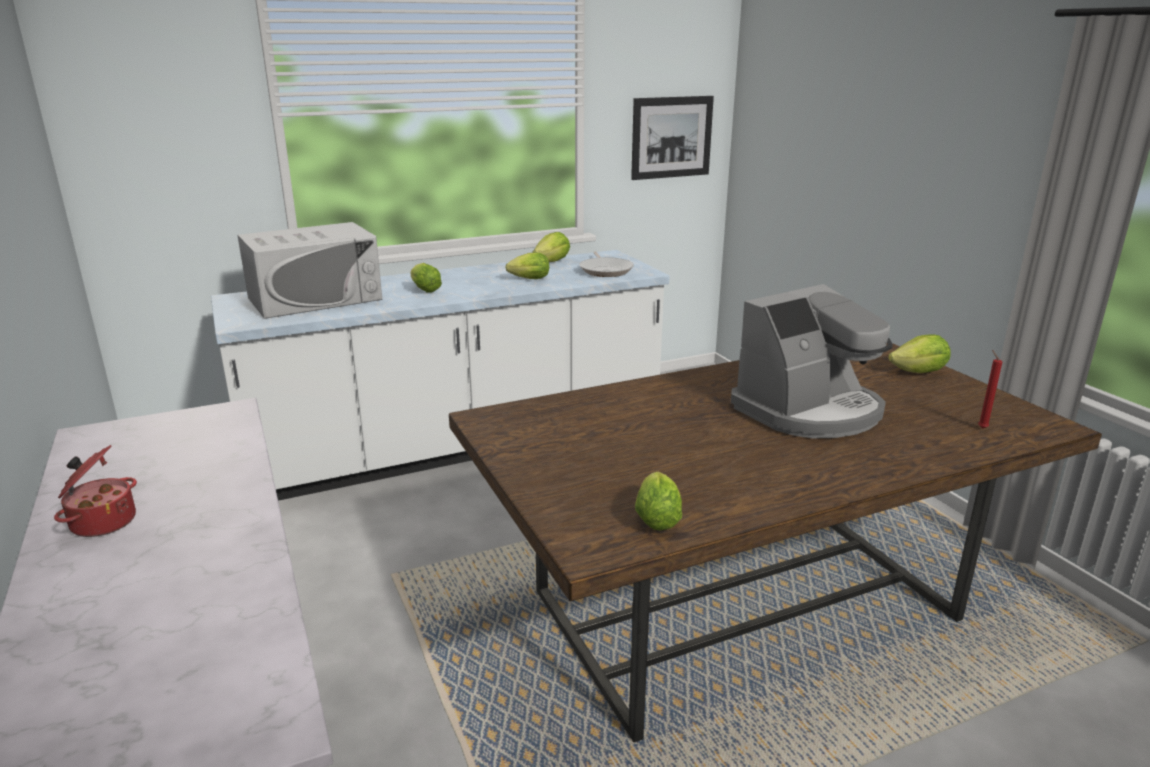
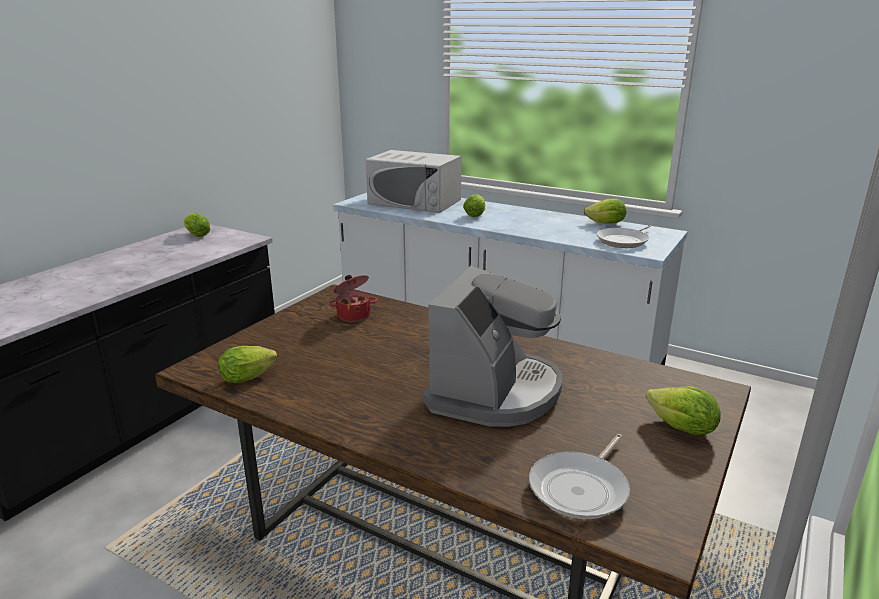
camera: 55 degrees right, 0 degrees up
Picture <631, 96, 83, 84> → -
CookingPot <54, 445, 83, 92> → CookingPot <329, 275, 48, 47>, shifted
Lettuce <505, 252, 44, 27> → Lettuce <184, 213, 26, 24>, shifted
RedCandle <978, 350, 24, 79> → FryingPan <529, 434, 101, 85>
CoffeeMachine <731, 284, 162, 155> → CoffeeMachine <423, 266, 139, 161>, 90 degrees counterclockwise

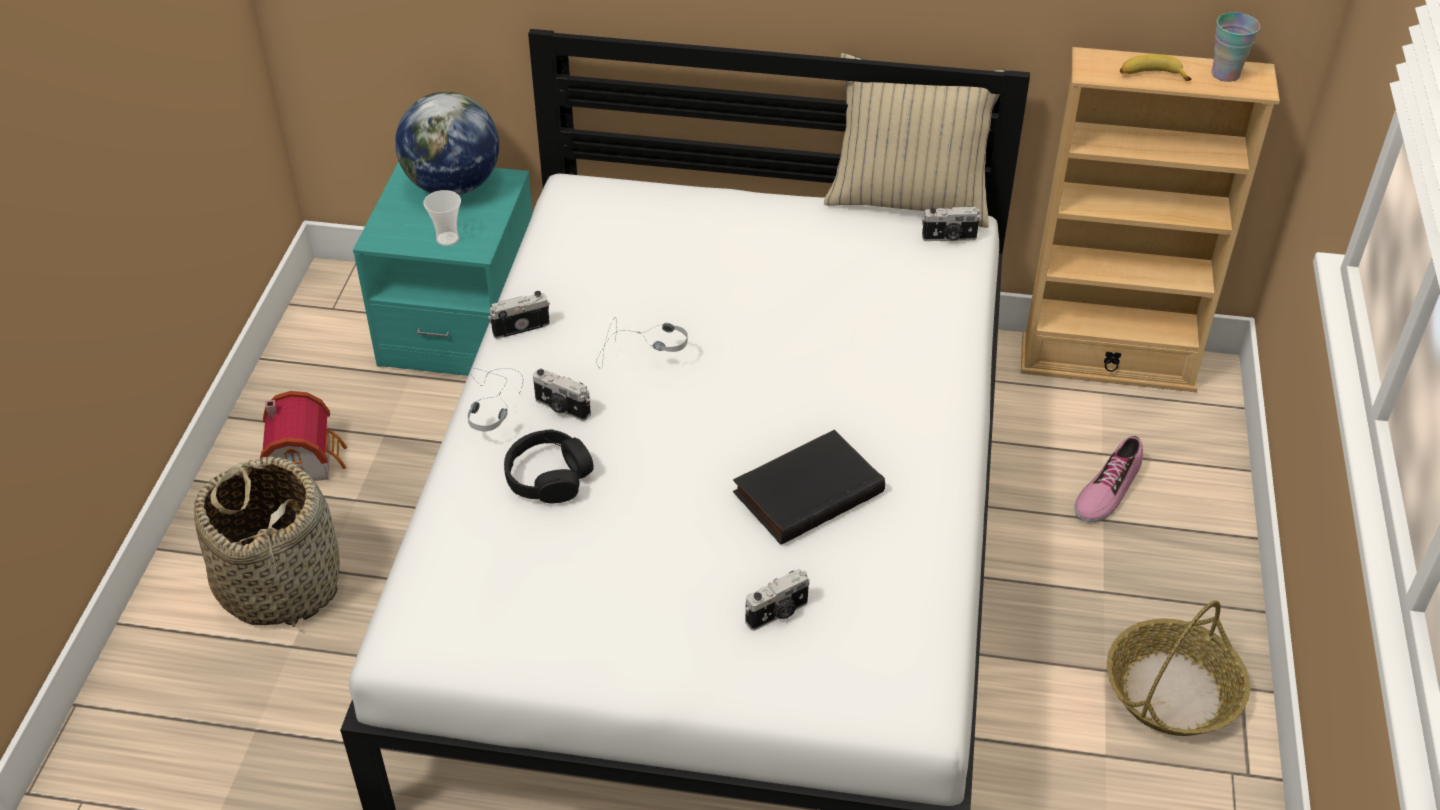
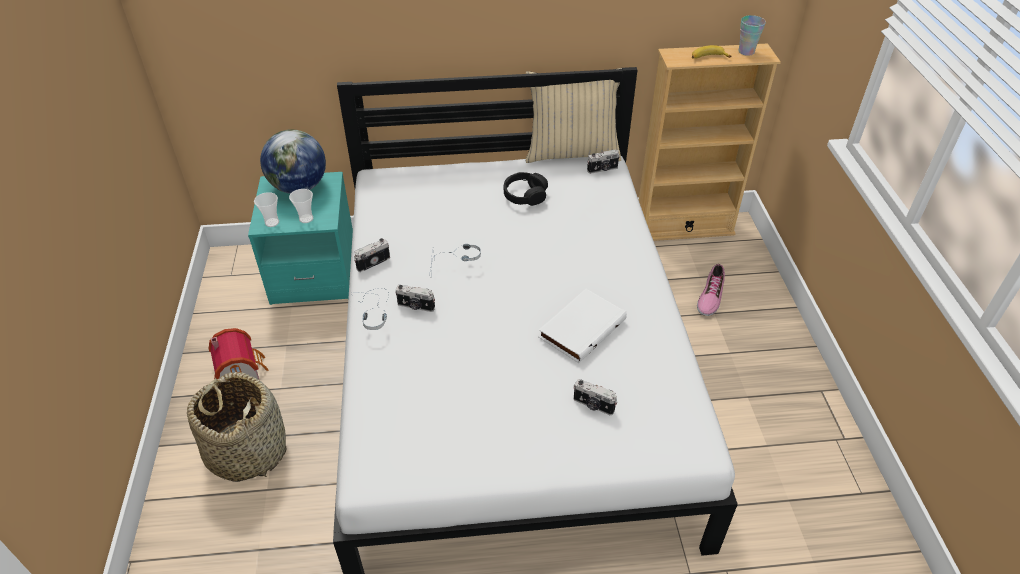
camera: 15 degrees left, 0 degrees up
Basket <1107, 600, 143, 136> → -
- → Cup <254, 192, 25, 35>
BlackHeadphones <504, 430, 90, 74> → BlackHeadphones <503, 172, 45, 34>, shifted
BlackBook <733, 430, 152, 115> → WhiteBook <538, 289, 89, 74>
PhotoCamera <745, 569, 65, 62> → PhotoCamera <574, 379, 43, 36>, 75 degrees clockwise

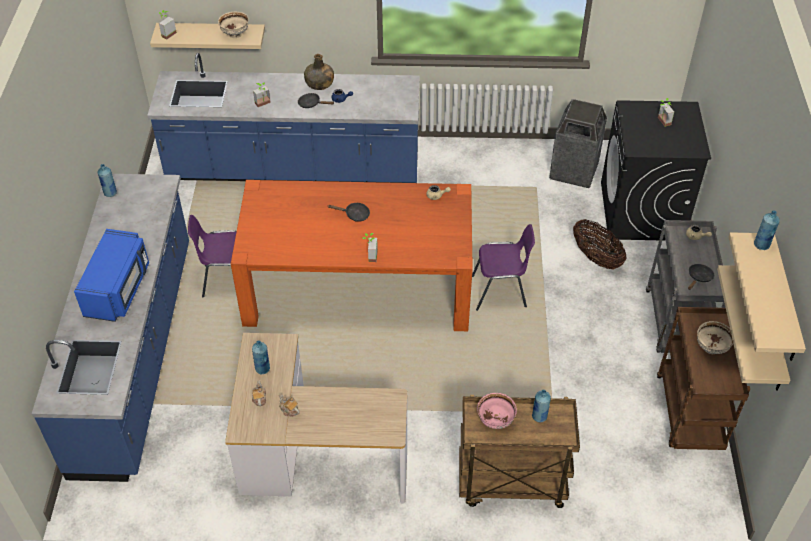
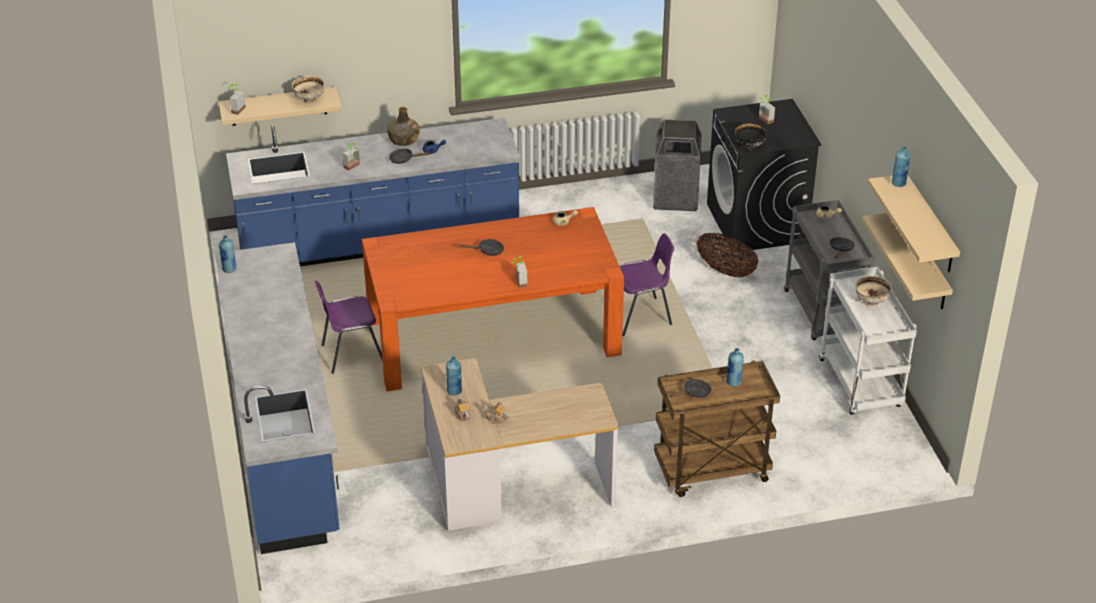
camera: 15 degrees left, 10 degrees down
BlueMicrowave <74, 229, 75, 93> → -
- → BlackBowl <734, 123, 34, 28>
PinkBowl <477, 393, 40, 36> → BlackFryingPan <670, 379, 42, 19>
BrownCart <657, 307, 93, 143> → WhiteCart <819, 267, 98, 147>

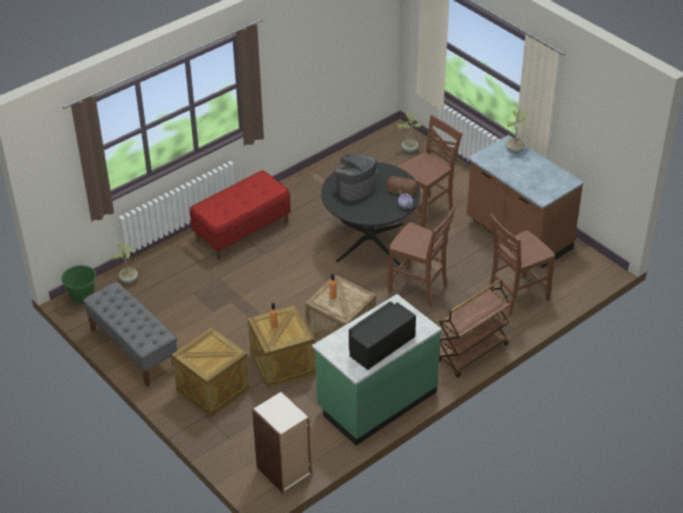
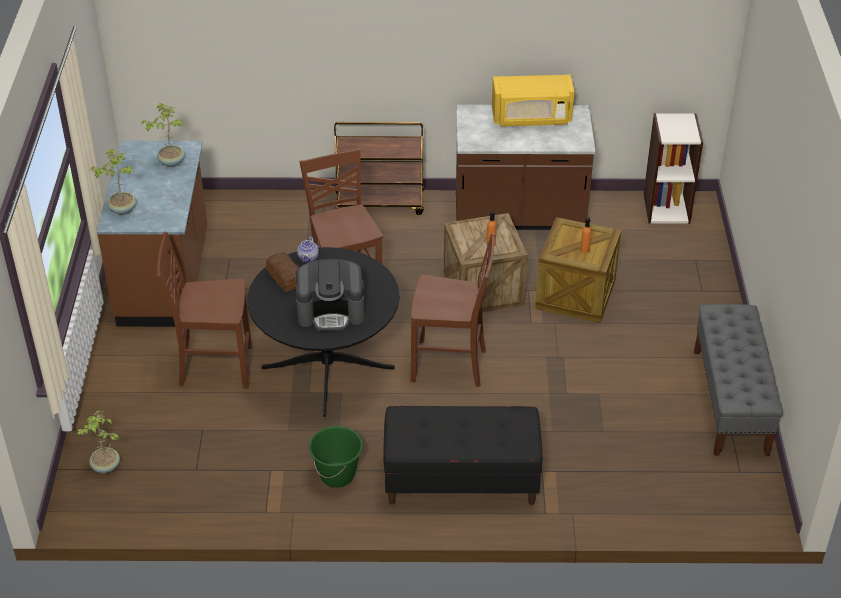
camera: 140 degrees left, 0 degrees up
Crate <172, 327, 78, 91> → -
GreenBucket <61, 265, 36, 40> → GreenBucket <309, 426, 54, 62>, shifted
PottedPlant <113, 241, 25, 42> → PottedPlant <142, 103, 43, 64>, shifted
BrownChair <489, 214, 66, 102> → BrownChair <411, 233, 84, 154>, shifted
RedBench <190, 170, 101, 90> → BlackBench <383, 406, 159, 99>
GreenCounter <312, 294, 130, 151> → BrownCounter <456, 105, 140, 125>
BlackMicrowave <349, 301, 67, 69> → YellowMicrowave <492, 74, 83, 53>

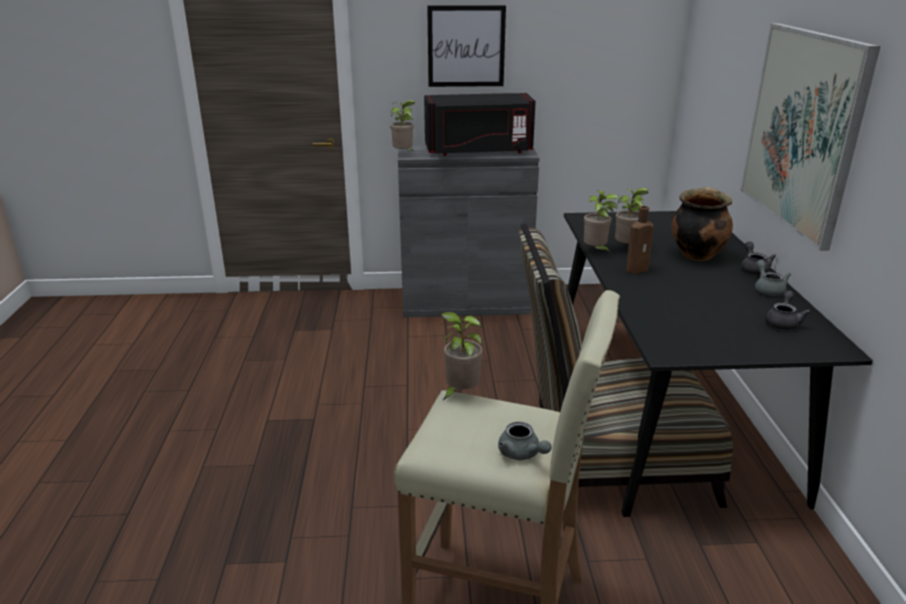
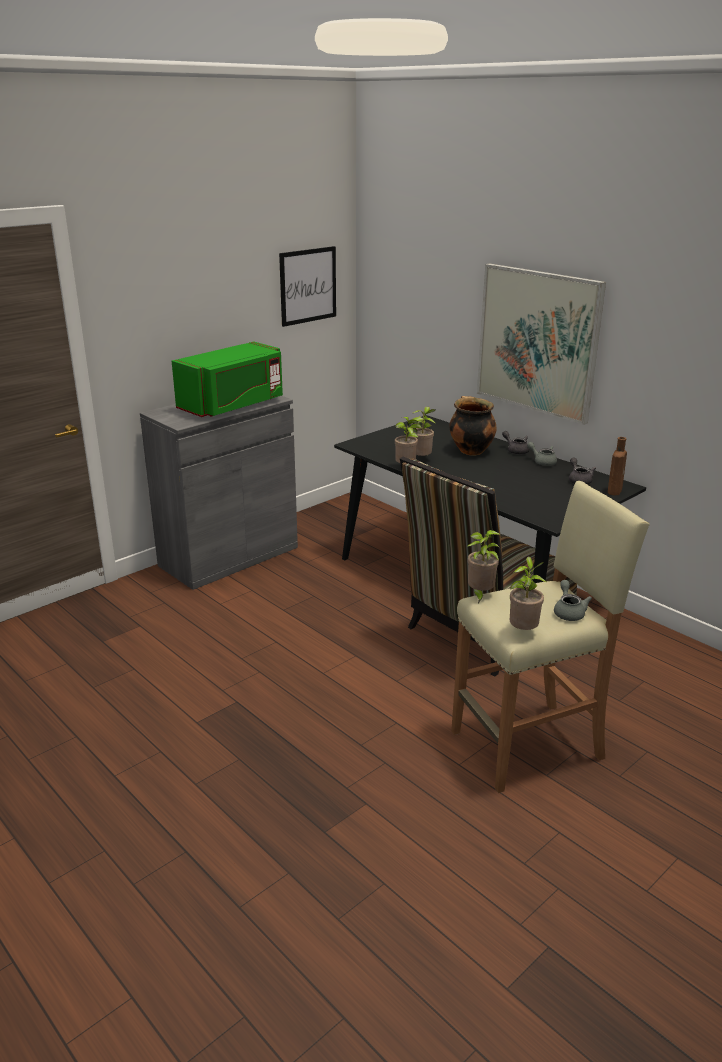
camera: 40 degrees left, 0 degrees up
PottedPlant <391, 100, 24, 50> → PottedPlant <510, 557, 36, 73>, shifted
Picture <427, 5, 79, 82> → Picture <279, 246, 57, 81>, shifted
BrownBottle <626, 206, 28, 68> → BrownBottle <608, 437, 19, 59>, shifted
BlackMicrowave <424, 93, 112, 63> → GreenMicrowave <172, 341, 111, 76>
GreyTeapot <498, 422, 54, 38> → GreyTeapot <554, 580, 38, 41>, 105 degrees counterclockwise

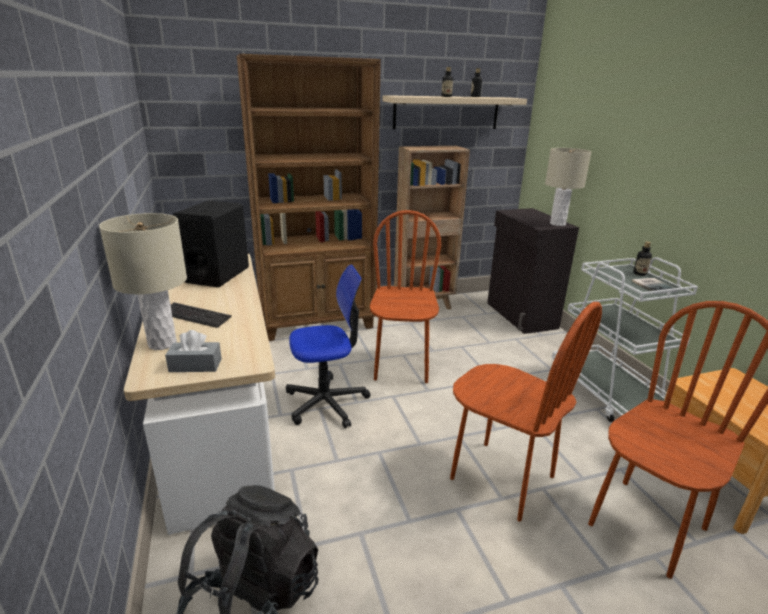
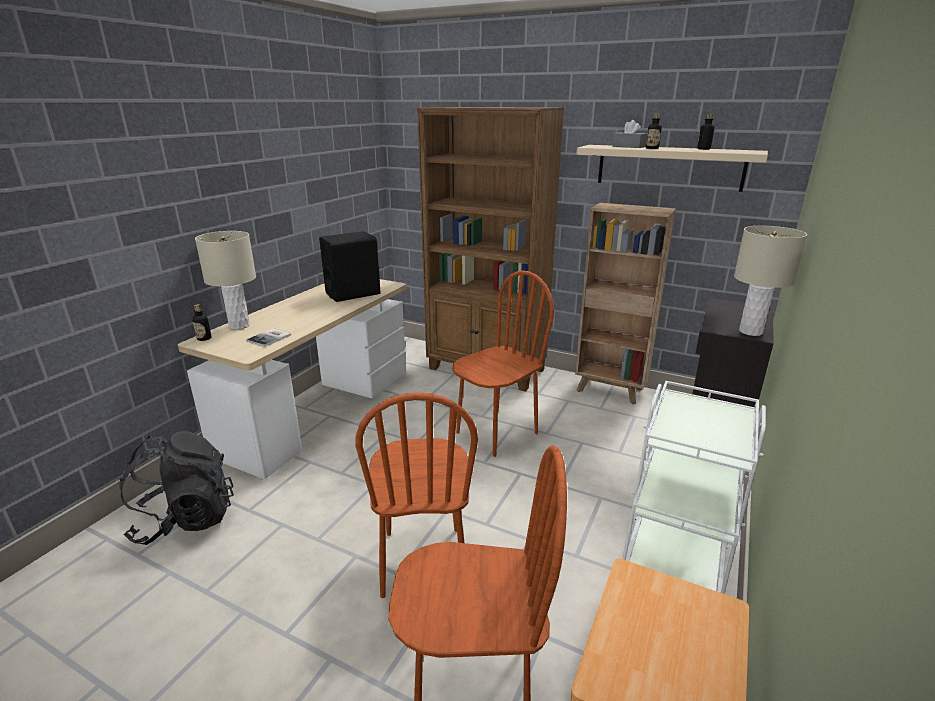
camera: 45 degrees right, 0 degrees up
Keyboard <171, 302, 61, 26> → -
OfficeChair <286, 264, 85, 164> → -
GreyTissueBox <165, 330, 57, 42> → GreyTissueBox <612, 120, 35, 28>, shifted
Book <632, 278, 46, 16> → Book <246, 328, 45, 19>, shifted
Bottle <633, 242, 19, 34> → Bottle <192, 304, 19, 37>, shifted

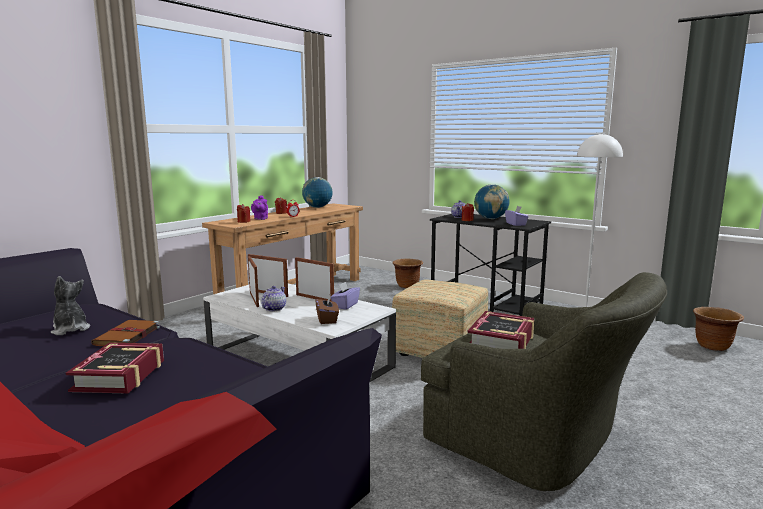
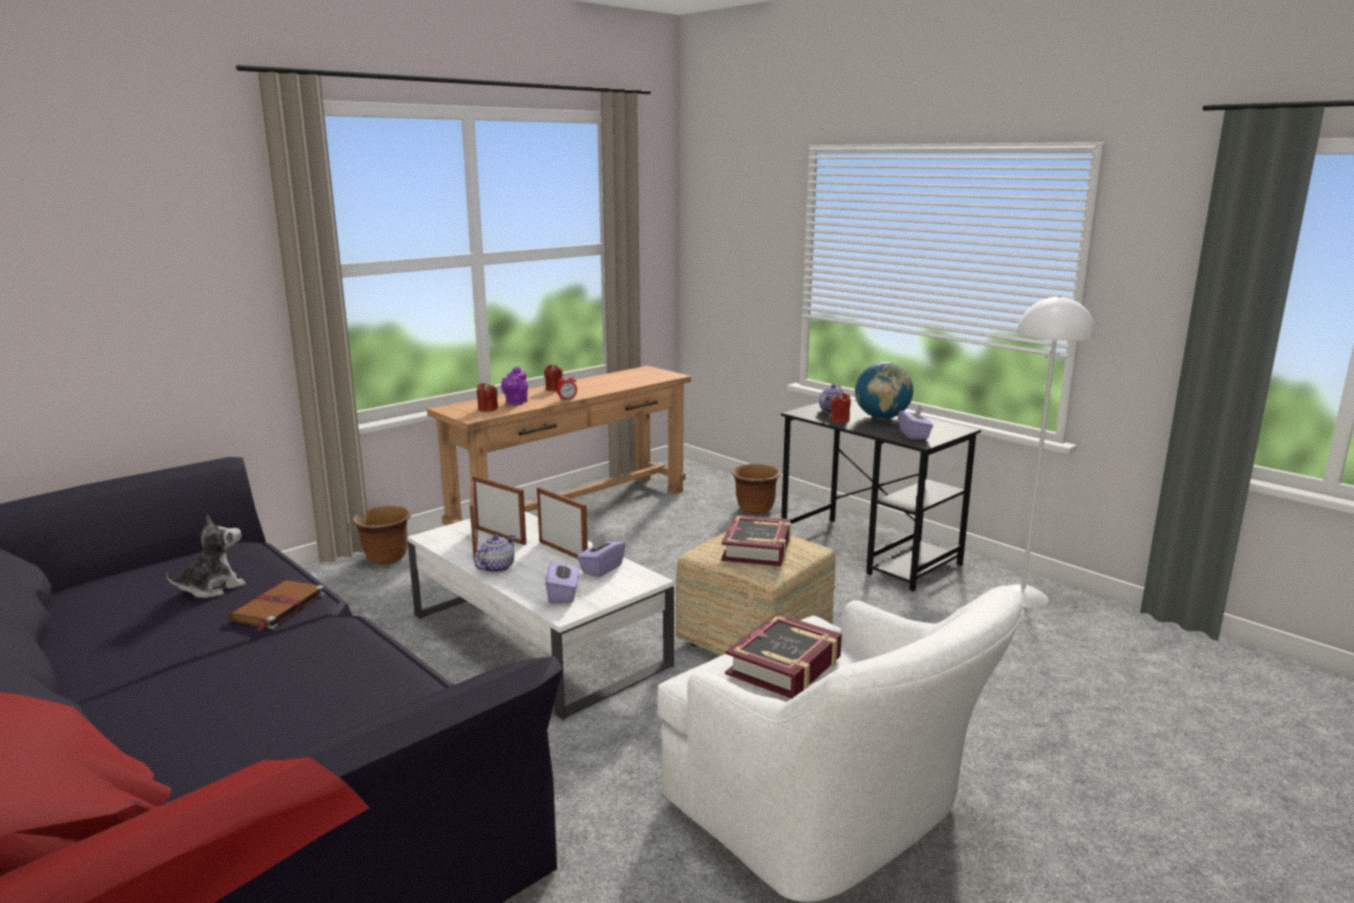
camera: 10 degrees right, 5 degrees up
Globe <302, 177, 31, 31> → -
Book <65, 343, 99, 51> → Book <721, 515, 70, 51>, shifted
BrownPlanter <693, 307, 51, 44> → BrownPlanter <352, 505, 59, 59>, shifted
BrownTissueBox <316, 295, 23, 29> → PurpleTissueBox <545, 559, 34, 44>
GreenArmchair <421, 272, 246, 219> → WhiteArmchair <657, 586, 367, 316>
PlushToy <51, 276, 39, 59> → PlushToy <166, 515, 80, 83>, 75 degrees clockwise

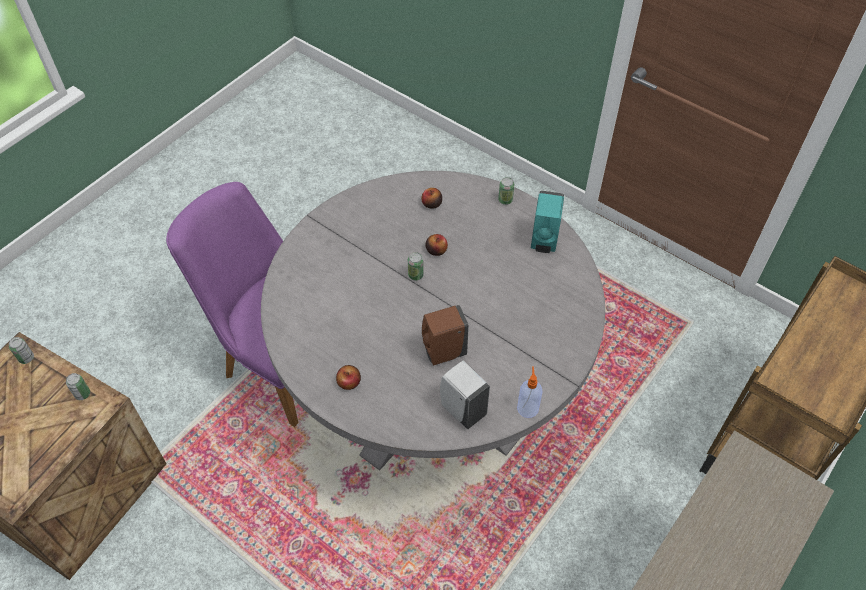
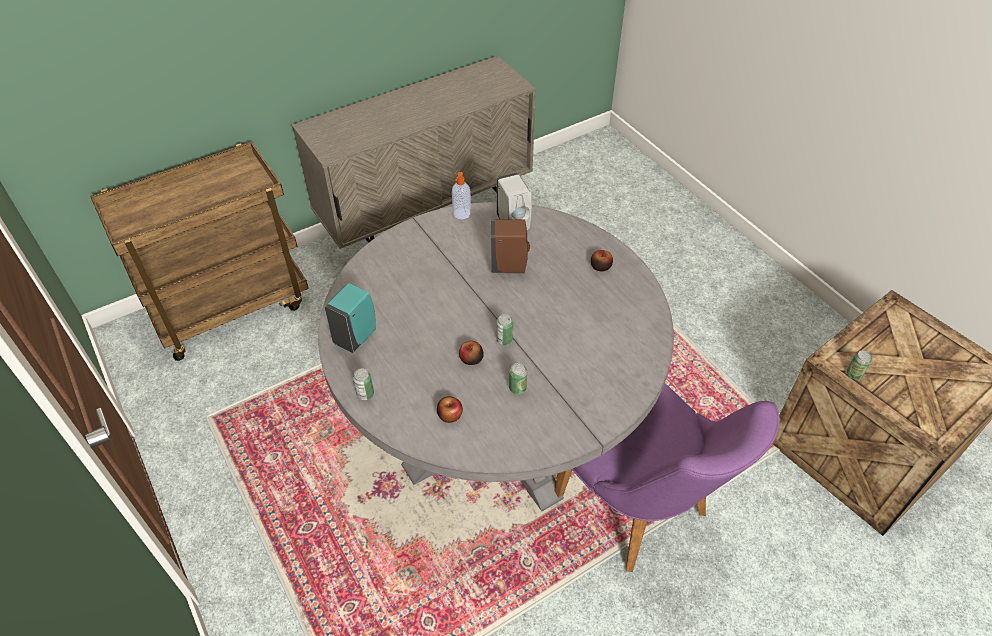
camera: 160 degrees left, 5 degrees down
Can <9, 337, 25, 27> → Can <509, 363, 18, 31>, shifted

